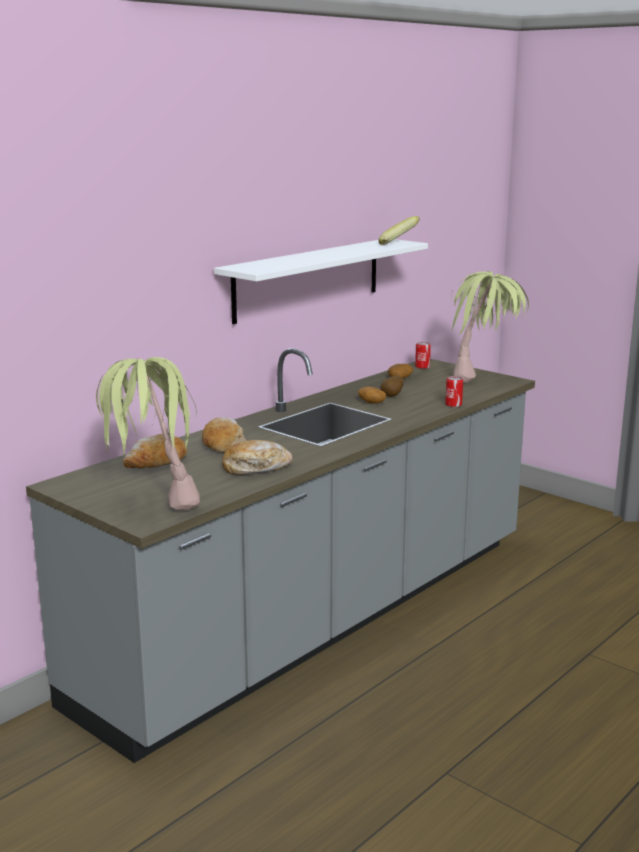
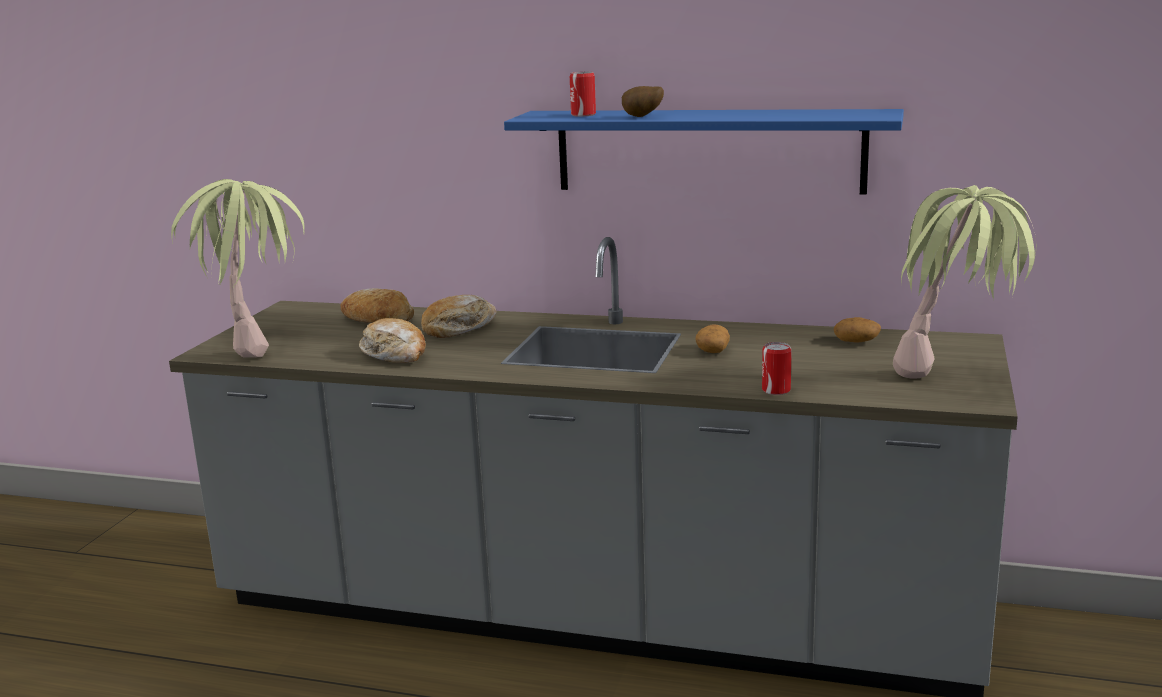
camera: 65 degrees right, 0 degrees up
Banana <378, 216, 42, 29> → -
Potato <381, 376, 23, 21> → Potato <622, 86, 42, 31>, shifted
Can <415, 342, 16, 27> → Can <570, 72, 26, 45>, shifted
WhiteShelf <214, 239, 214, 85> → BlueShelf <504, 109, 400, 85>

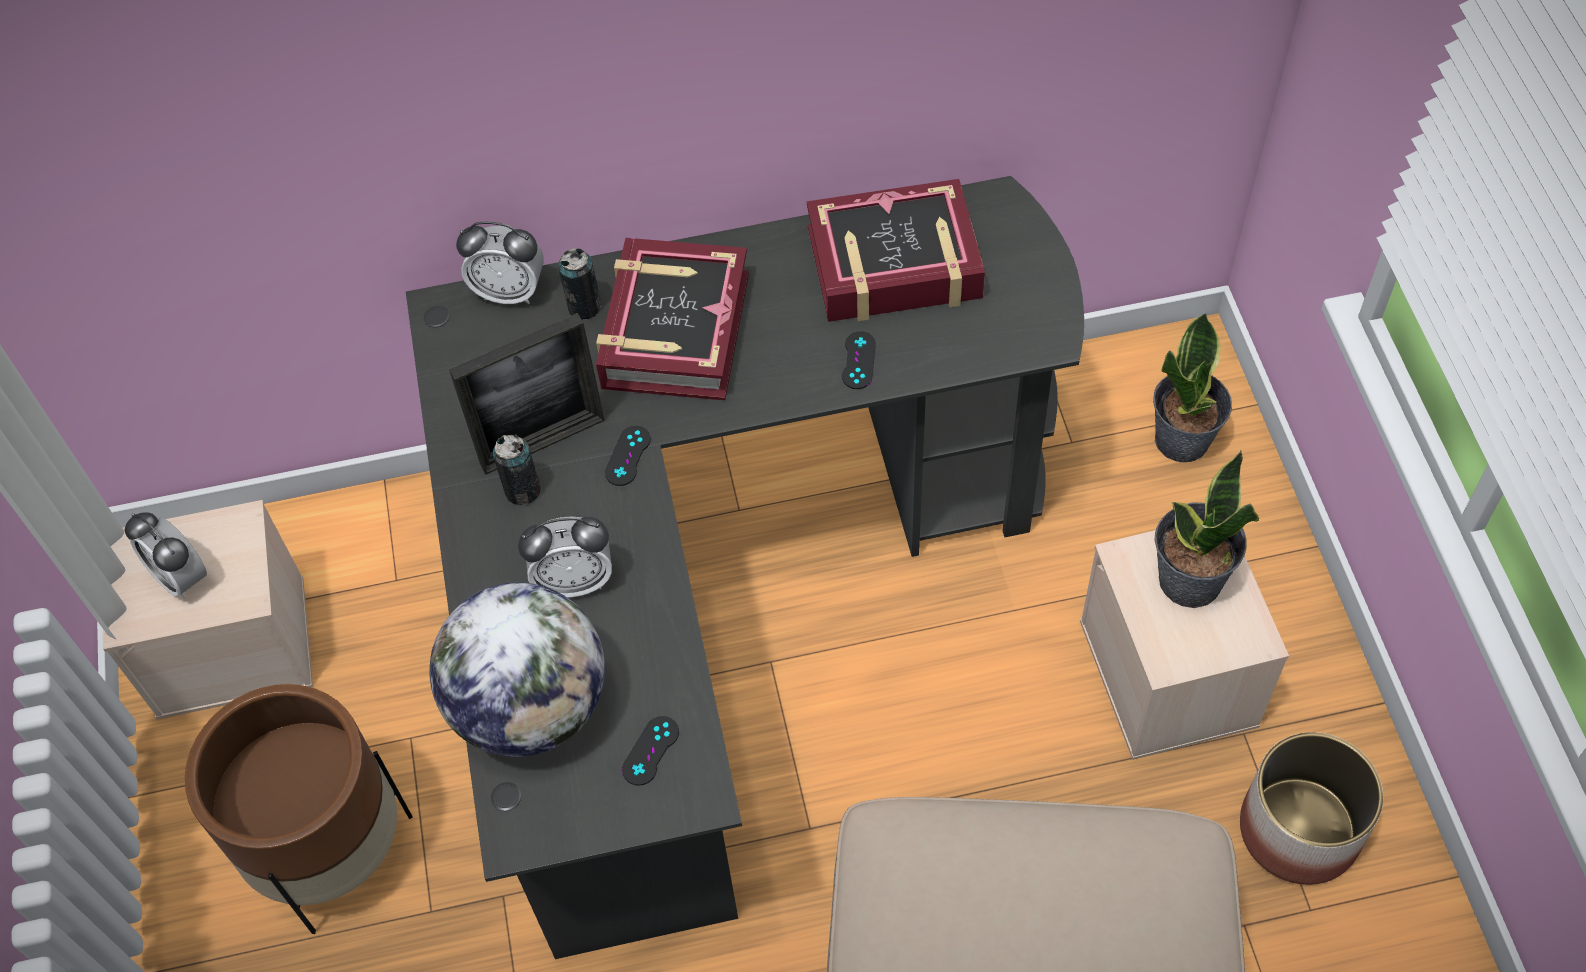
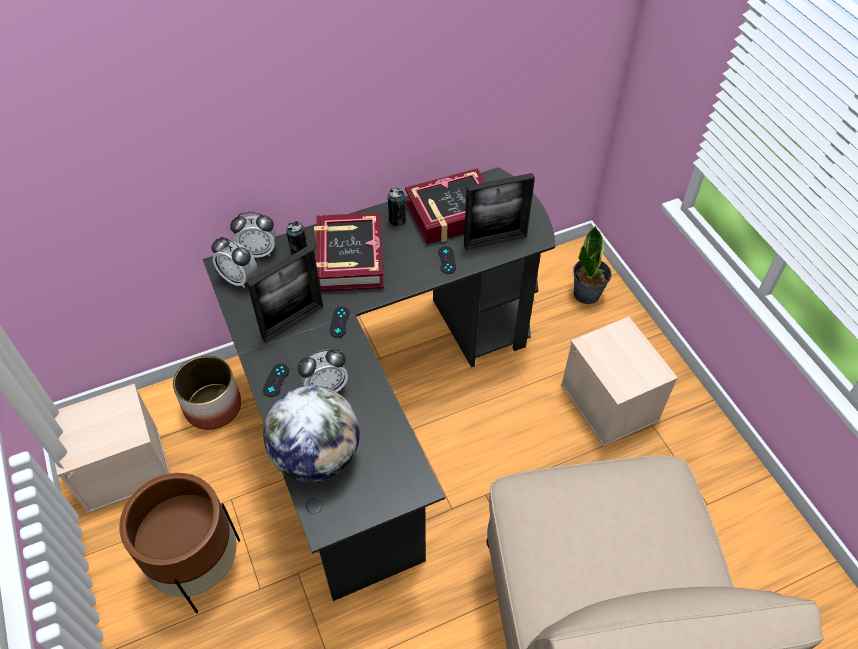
camera: 15 degrees left, 5 degrees down
PottedPlant <1155, 451, 104, 157> → -
- → PictureFrame <464, 173, 71, 77>
AlarmClock <124, 512, 83, 87> → AlarmClock <211, 237, 46, 51>, shifted
Can <493, 435, 48, 71> → Can <388, 188, 18, 39>, shifted
BlackGameController <622, 716, 57, 70> → BlackGameController <263, 364, 26, 33>, shifted
Planter <1240, 732, 144, 153> → Planter <173, 355, 68, 75>, shifted

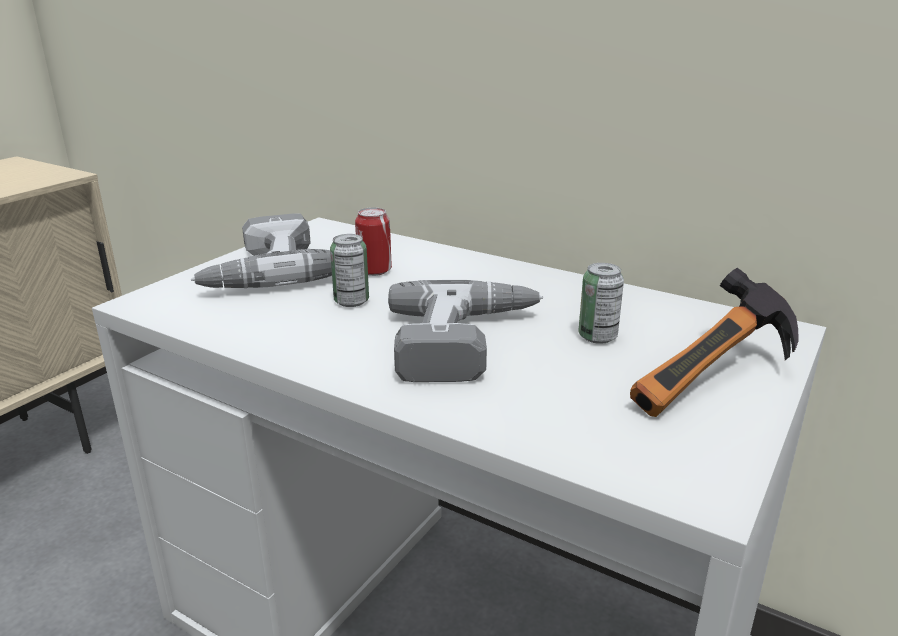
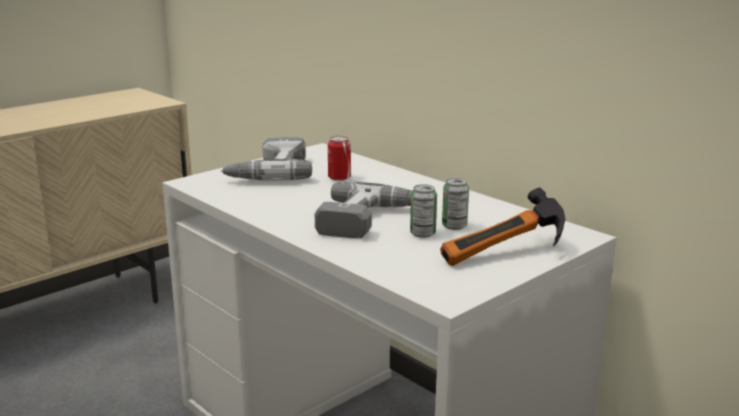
camera: 15 degrees right, 5 degrees down
Can <330, 234, 39, 73> → Can <410, 184, 27, 54>, shifted

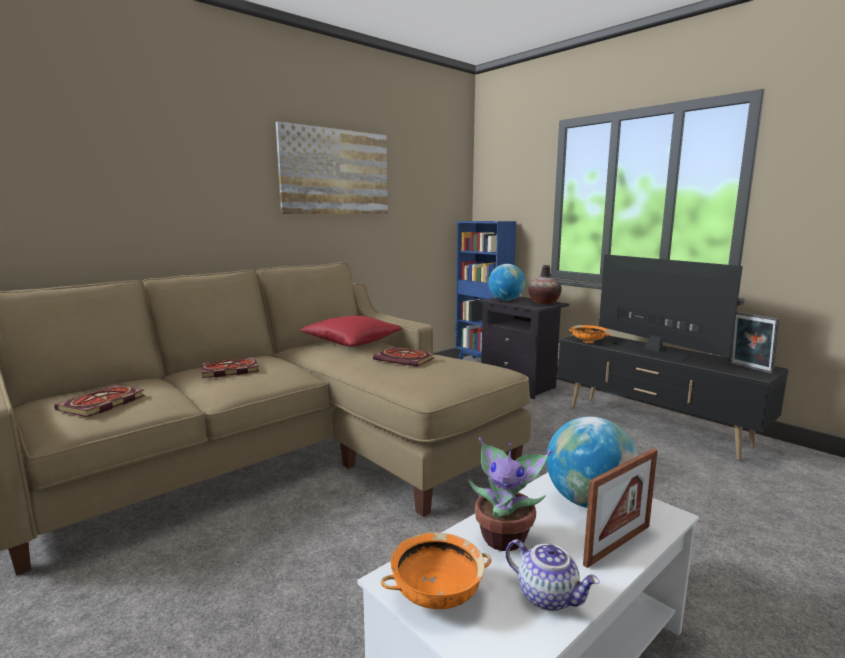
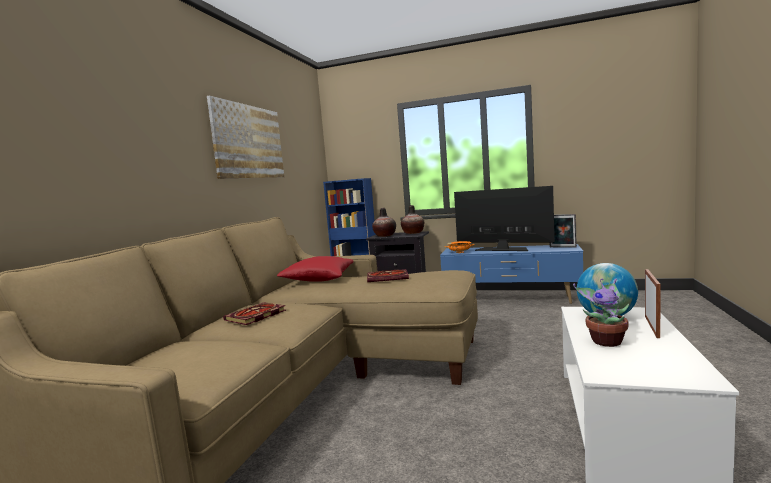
camera: 30 degrees left, 5 degrees down
Book <54, 385, 91, 32> → -
OrangeBowl <381, 533, 111, 76> → -
Teapot <505, 539, 95, 72> → -
Globe <488, 264, 38, 37> → Vase <372, 208, 24, 29>
BlackTvStand <558, 335, 231, 125> → BlueTvStand <440, 244, 143, 60>

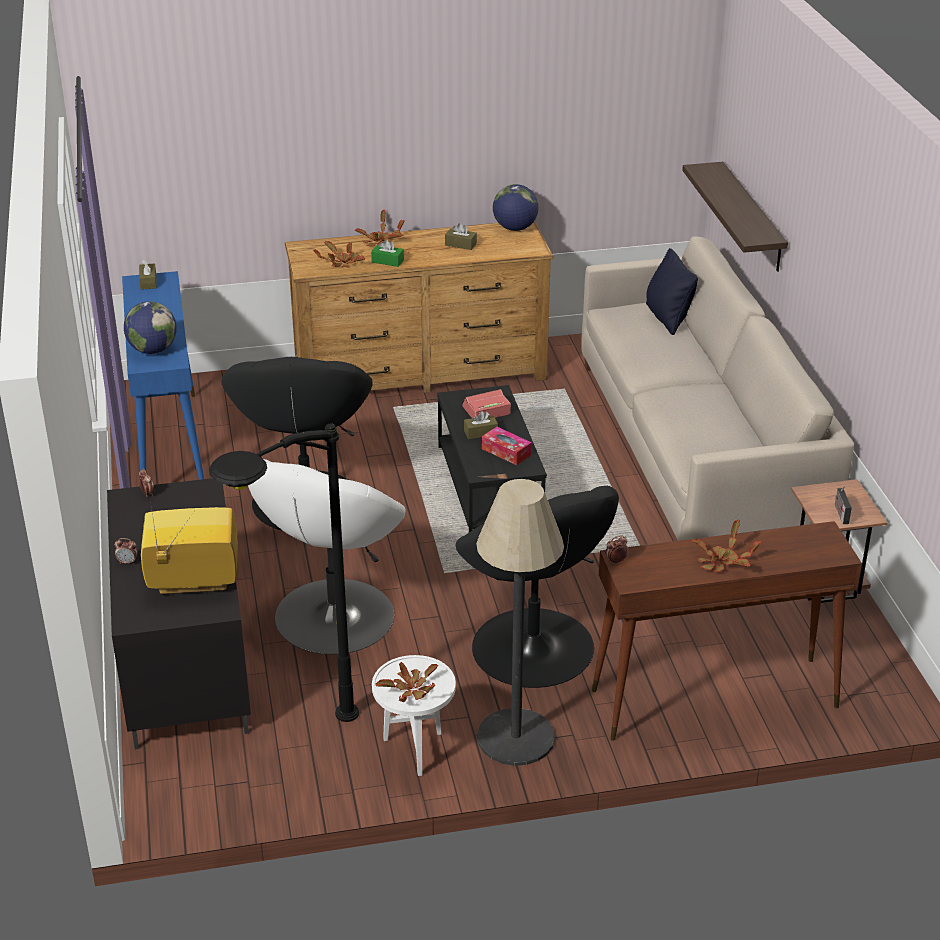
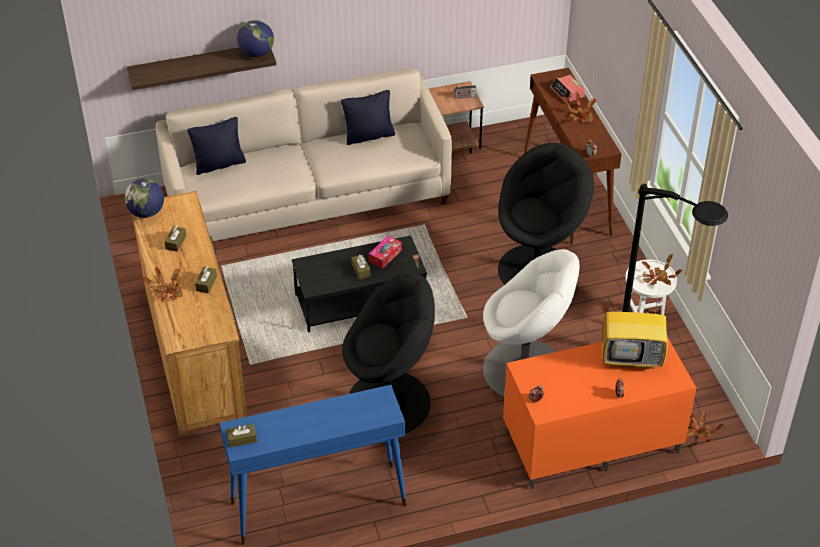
camera: 95 degrees left, 10 degrees up
FloorLamp <476, 479, 88, 287> → -
- → BlackPillow <341, 90, 54, 55>
Globe <124, 301, 53, 53> → Globe <237, 20, 37, 37>, shifted
PottedPlant <313, 241, 52, 26> → PottedPlant <687, 410, 38, 32>, shifted
AlarmClock <462, 389, 49, 29> → AlarmClock <550, 75, 35, 28>, shifted
BlackTvStand <107, 478, 144, 271> → OrangeTvStand <503, 337, 194, 152>
GreenTissueBox <371, 239, 33, 28> → BrownTissueBox <195, 267, 22, 26>
Television <141, 506, 97, 89> → Television <602, 286, 66, 83>, 75 degrees counterclockwise

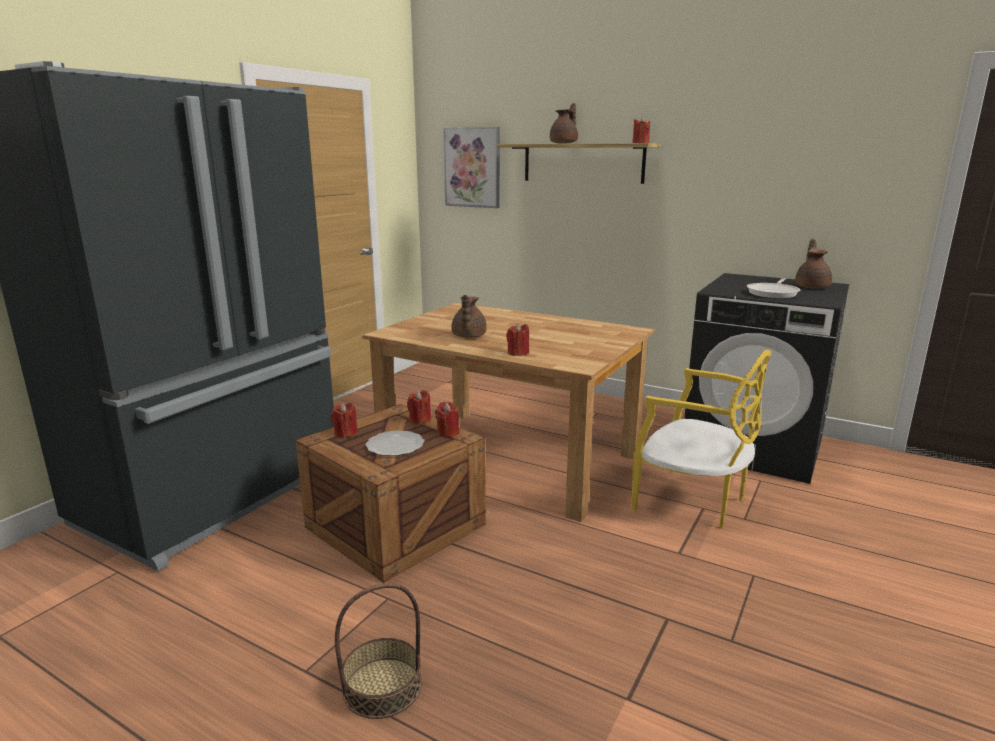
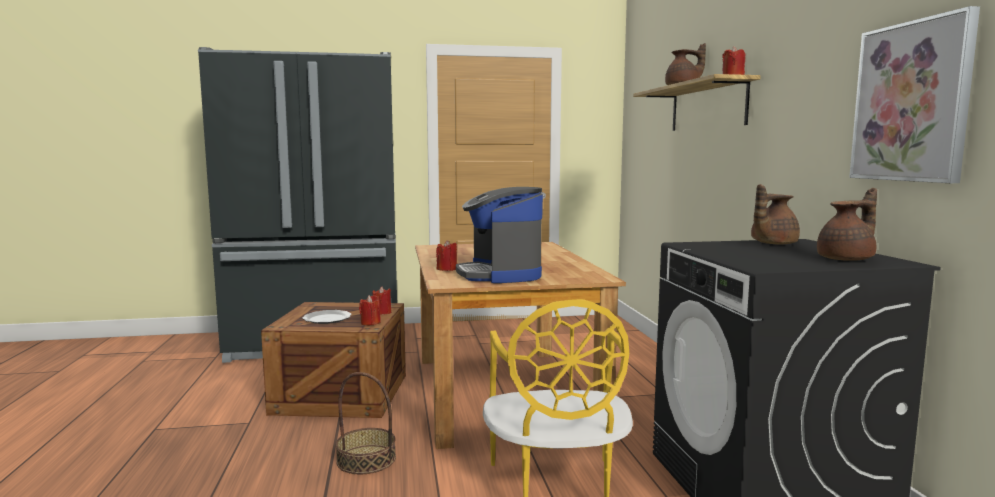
camera: 50 degrees right, 10 degrees down
RedCandle <331, 403, 27, 35> → -
FryingPan <747, 278, 53, 20> → -
- → CoffeeMachine <456, 187, 87, 96>
Basket <335, 583, 87, 136> → Basket <336, 372, 60, 102>, shifted
Picture <443, 127, 57, 81> → Picture <849, 6, 131, 177>, shifted
BrownTeapot <451, 295, 36, 43> → BrownTeapot <751, 184, 49, 61>, shifted

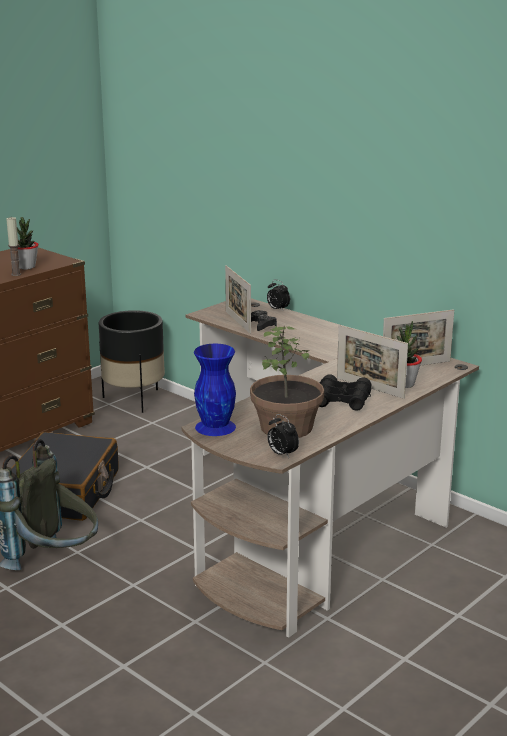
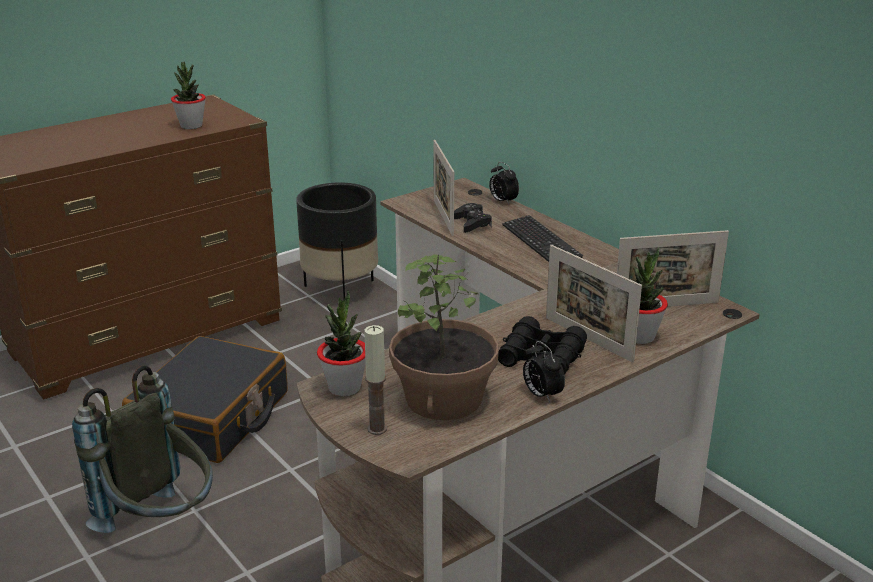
camera: 10 degrees right, 5 degrees up
- → Keyboard <502, 215, 81, 47>
Candle <6, 217, 15, 59> → Candle <364, 325, 23, 110>, shifted
AlarmClock <267, 414, 32, 44> → AlarmClock <523, 341, 42, 62>, shifted
BlueVase <194, 344, 42, 92> → PottedPlant <317, 290, 49, 106>

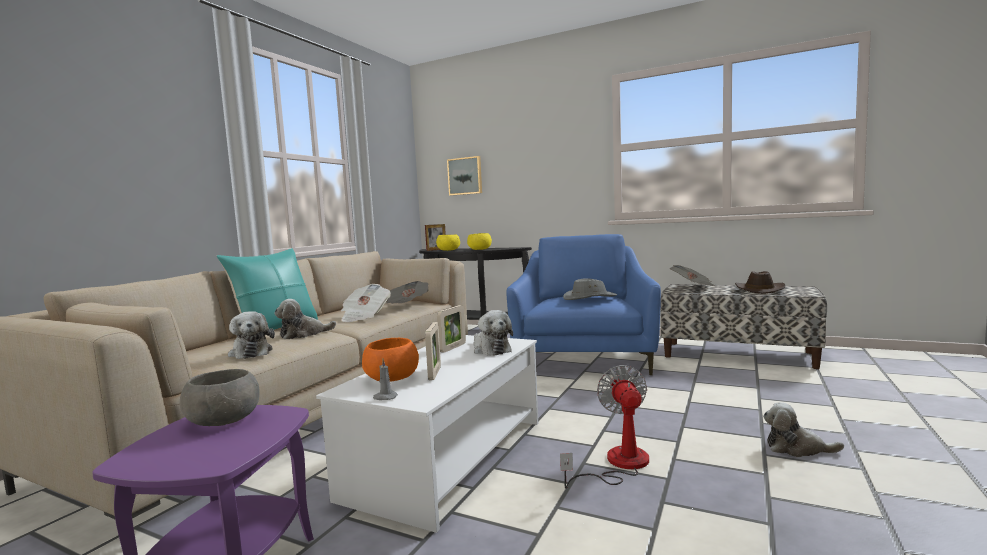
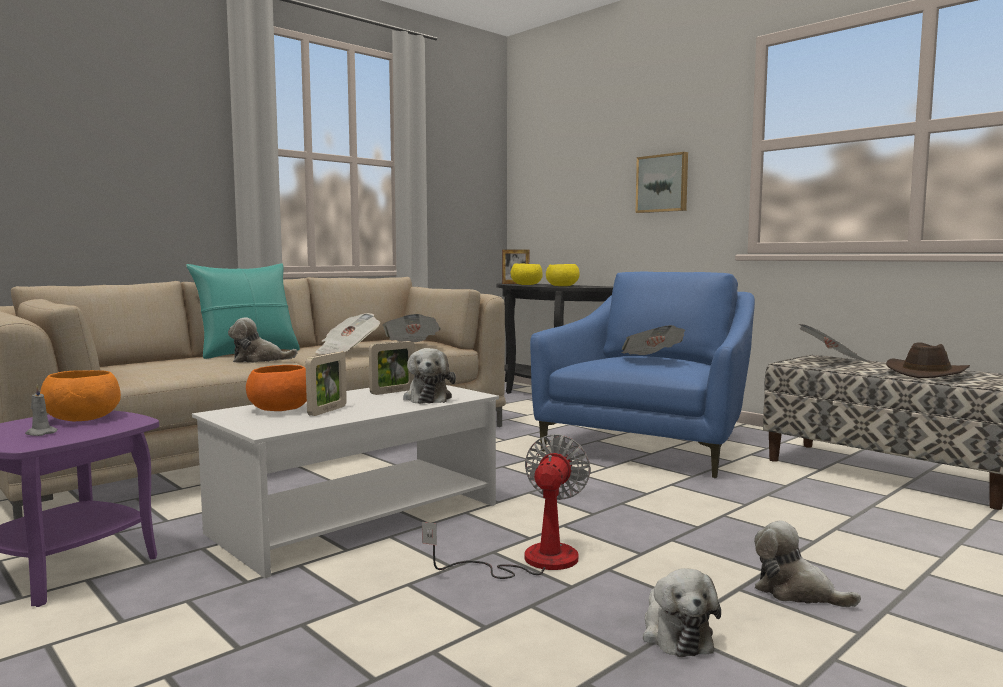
camera: 20 degrees right, 0 degrees up
PlushToy <228, 311, 47, 48> → PlushToy <643, 568, 78, 89>, shifted
GreyCandle <373, 359, 25, 41> → GreyCandle <25, 385, 32, 51>, shifted
Picture <447, 156, 35, 40> → Picture <636, 152, 52, 61>, shifted
GreyHat <563, 278, 54, 22> → Newspaper <621, 325, 64, 30>
GreyBowl <180, 369, 80, 57> → OrangeBowl <40, 370, 81, 51>

